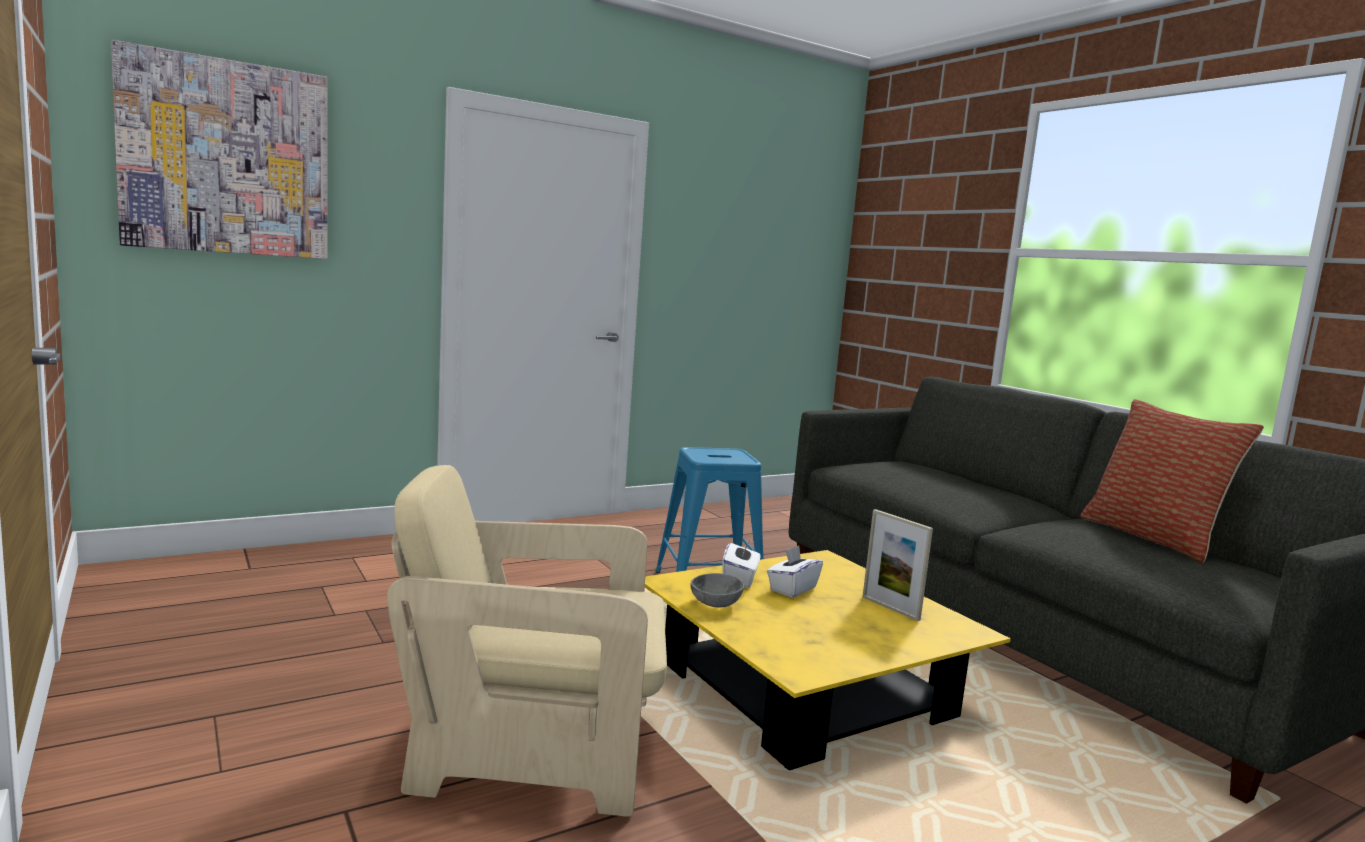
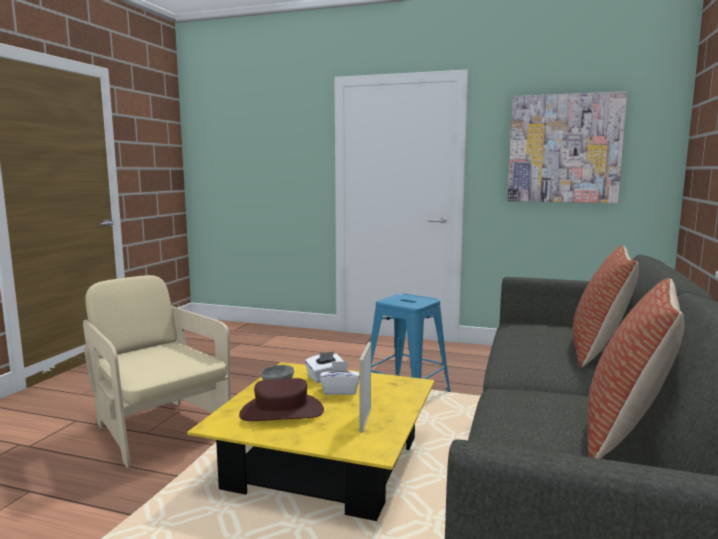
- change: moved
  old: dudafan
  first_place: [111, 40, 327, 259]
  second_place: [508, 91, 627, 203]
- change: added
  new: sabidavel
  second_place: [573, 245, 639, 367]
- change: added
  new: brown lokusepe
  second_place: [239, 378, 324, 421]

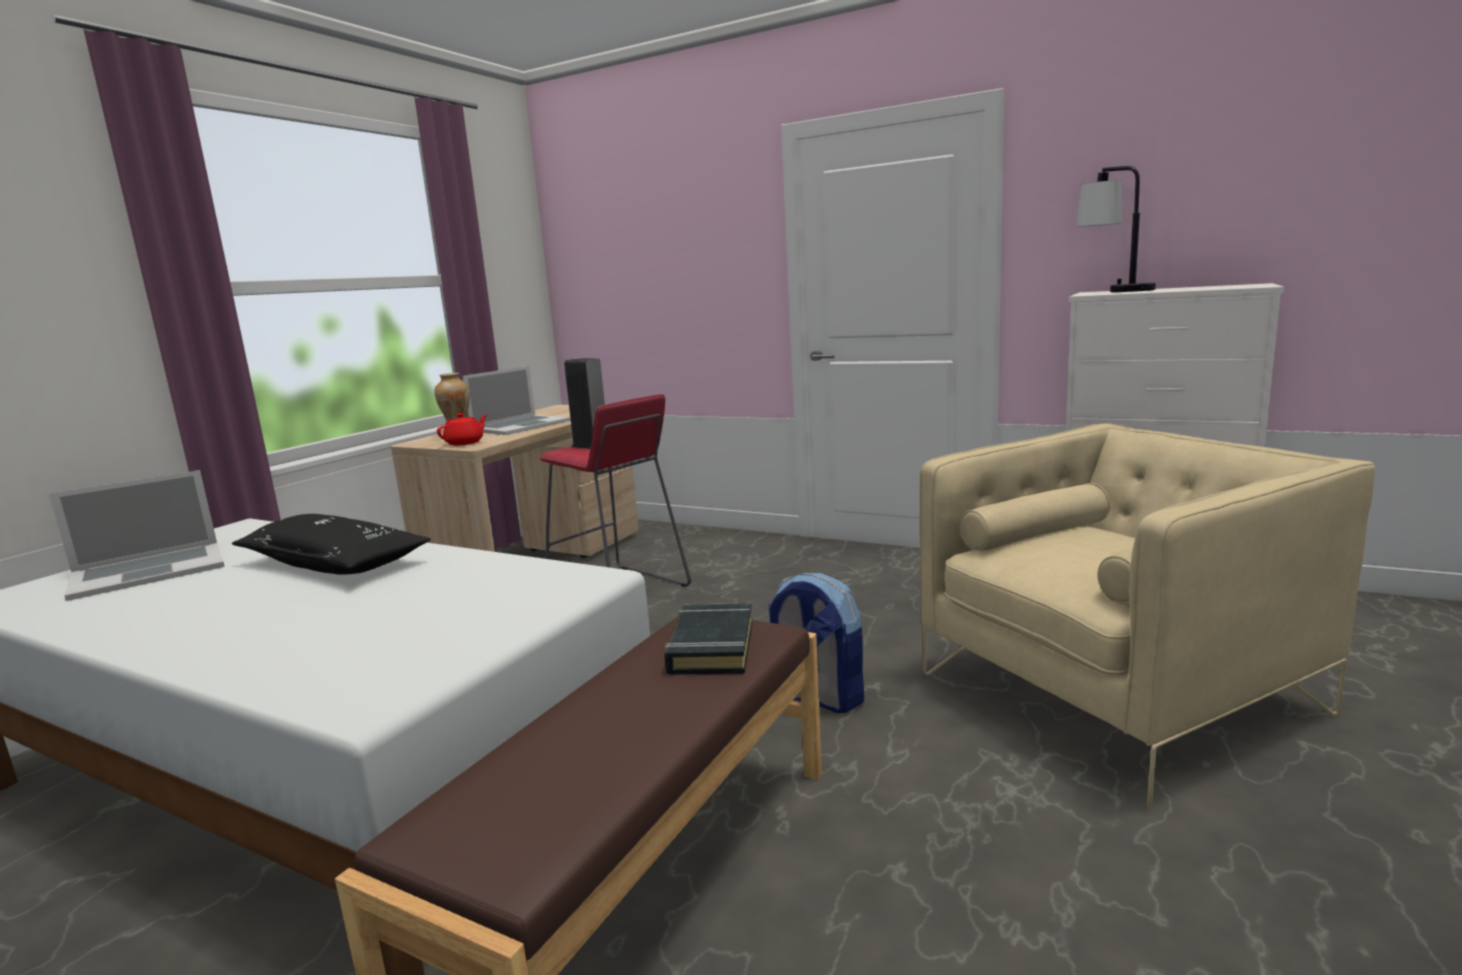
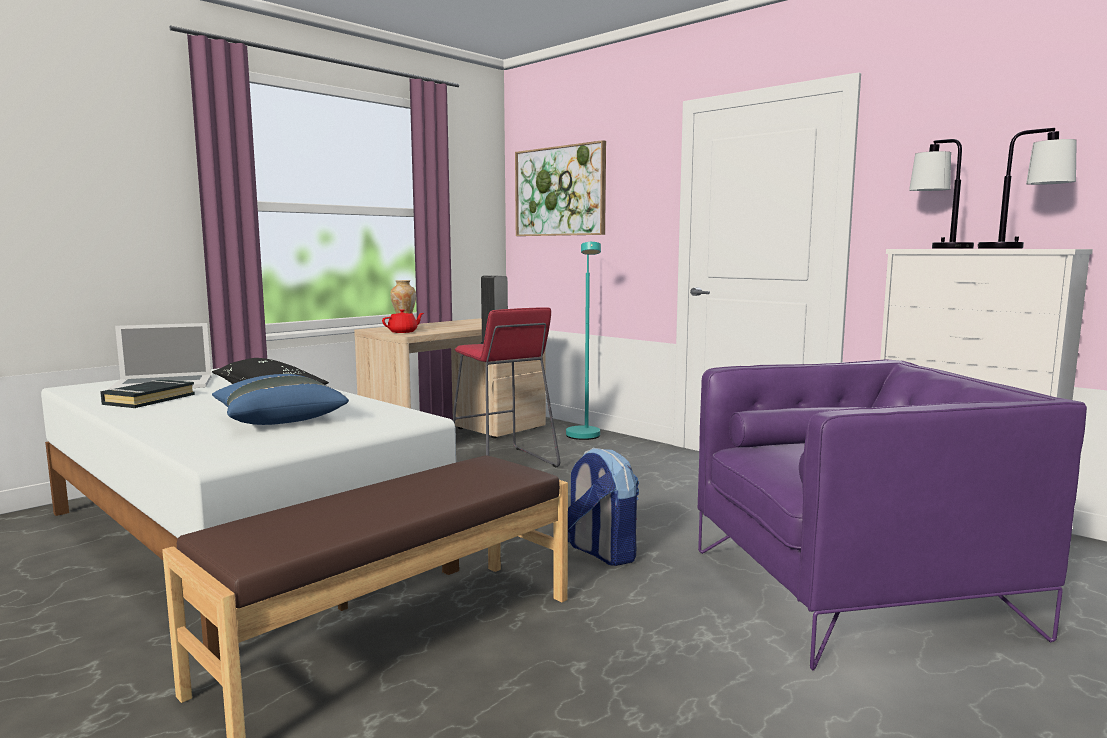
- change: removed
  old: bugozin
  first_place: [462, 366, 571, 435]
- change: recoloured
  old: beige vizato
  new: purple vizato
  first_place: [920, 423, 1375, 809]
  second_place: [698, 359, 1087, 671]
- change: moved
  old: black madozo
  first_place: [664, 603, 753, 675]
  second_place: [100, 379, 195, 408]
- change: added
  new: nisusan
  second_place: [978, 128, 1077, 249]
- change: added
  new: dudafan
  second_place: [515, 140, 606, 236]
- change: added
  new: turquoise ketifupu
  second_place: [566, 241, 601, 440]
- change: added
  new: blue sabidavel
  second_place: [212, 374, 349, 425]

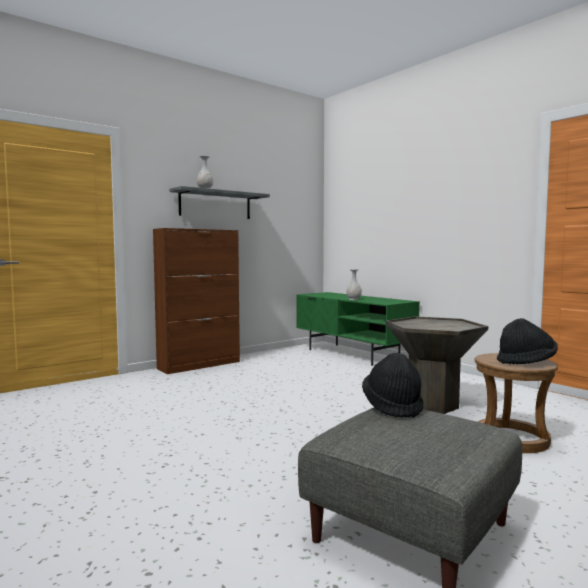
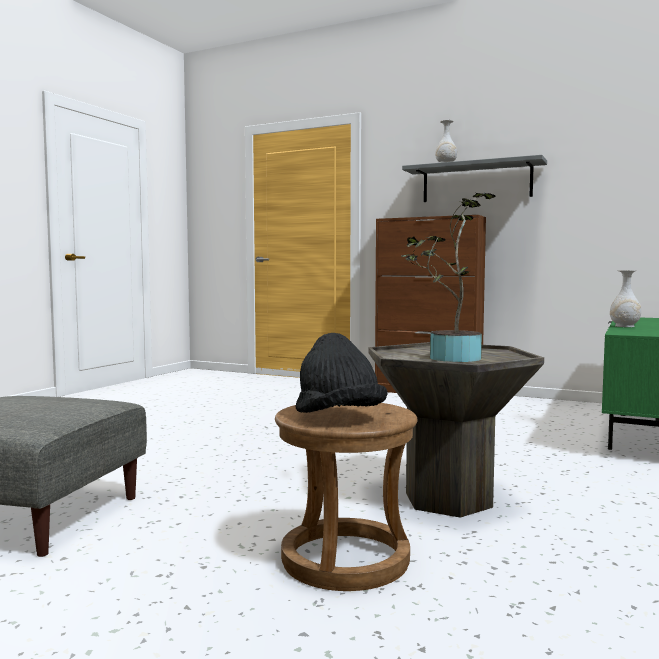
- change: removed
  old: black lokusepe
  first_place: [362, 353, 423, 418]
- change: added
  new: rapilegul
  second_place: [401, 193, 496, 362]

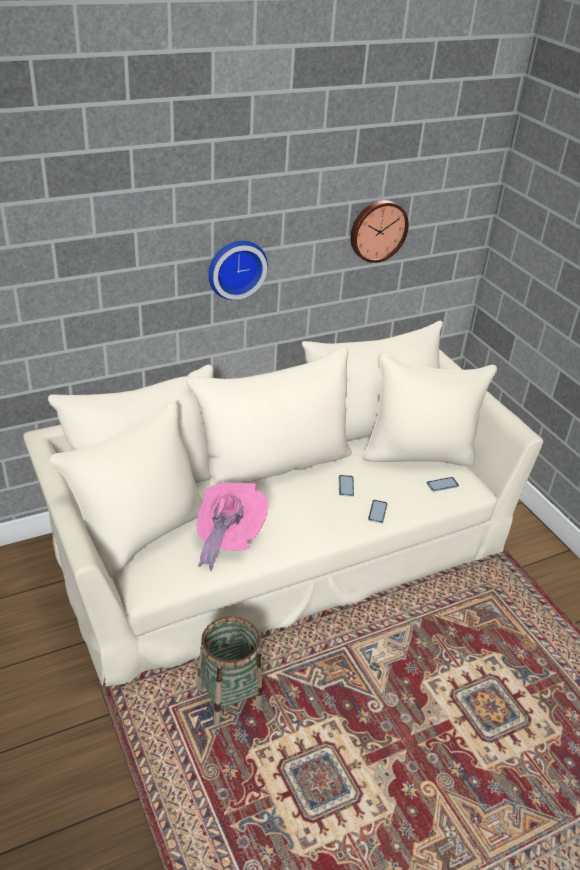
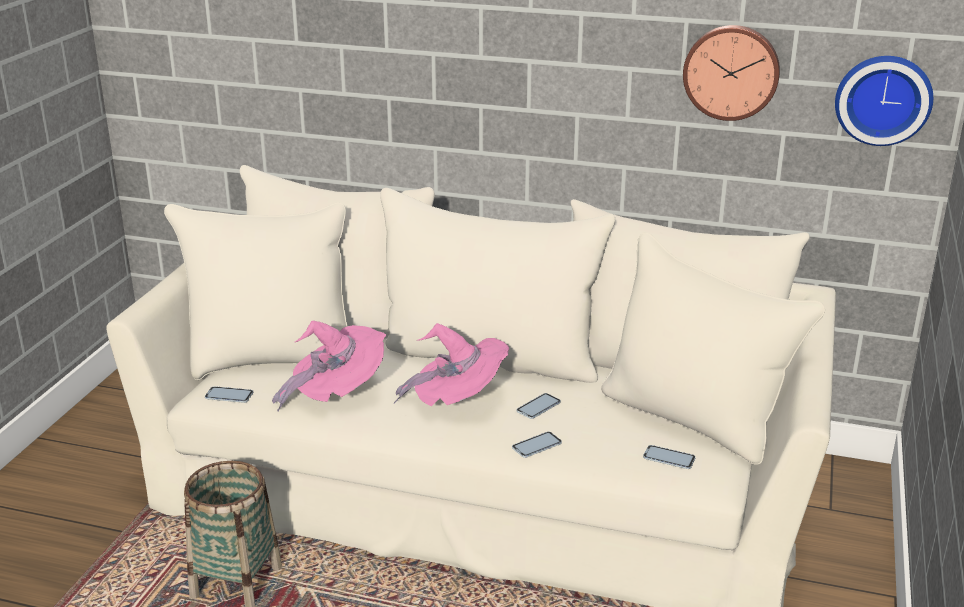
- change: moved
  old: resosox
  first_place: [208, 241, 268, 300]
  second_place: [835, 56, 933, 146]
- change: added
  new: pink lokusepe
  second_place: [394, 323, 509, 406]
- change: added
  new: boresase
  second_place: [205, 386, 253, 403]

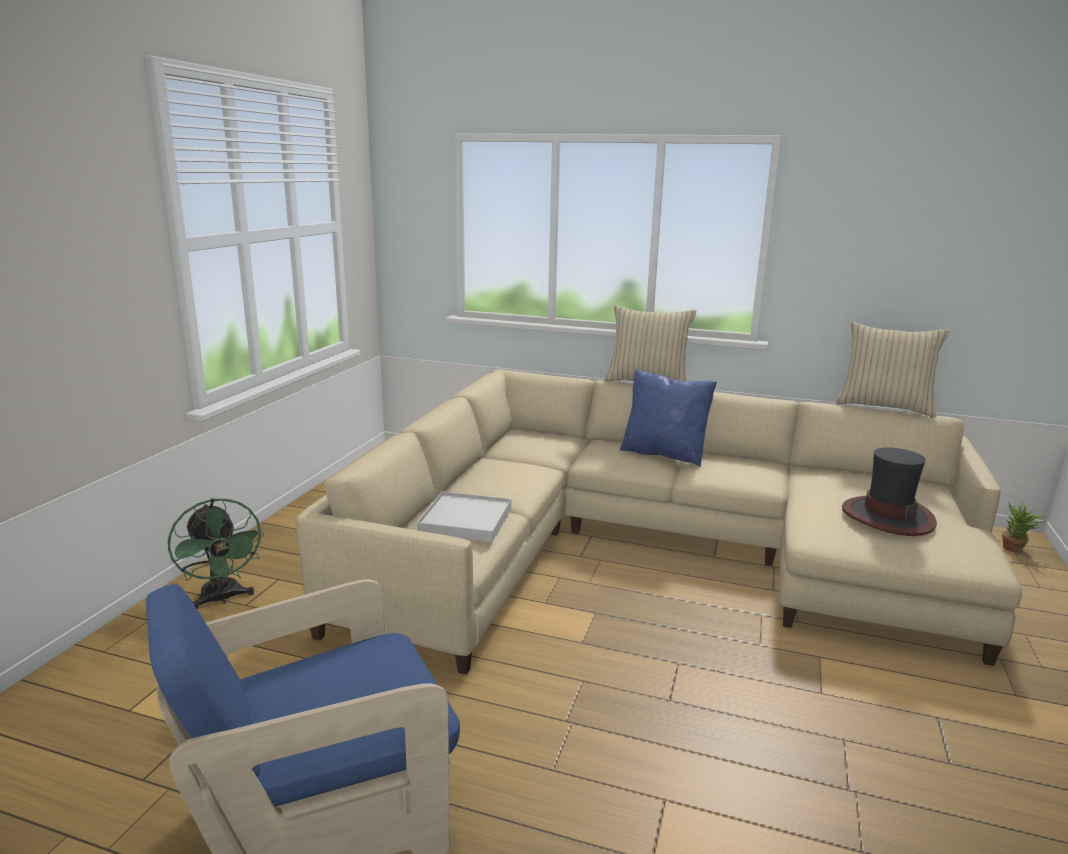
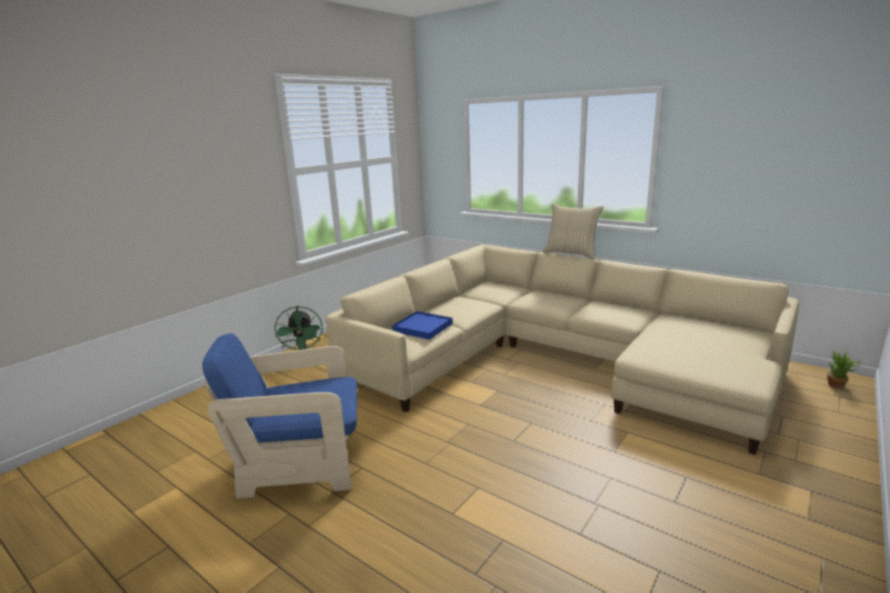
- change: removed
  old: beige sabidavel
  first_place: [836, 322, 950, 418]
- change: removed
  old: blue sabidavel
  first_place: [620, 369, 717, 467]
- change: removed
  old: lokusepe
  first_place: [842, 447, 937, 536]
- change: recoloured
  old: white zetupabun
  new: blue zetupabun
  first_place: [417, 491, 511, 542]
  second_place: [392, 311, 453, 340]

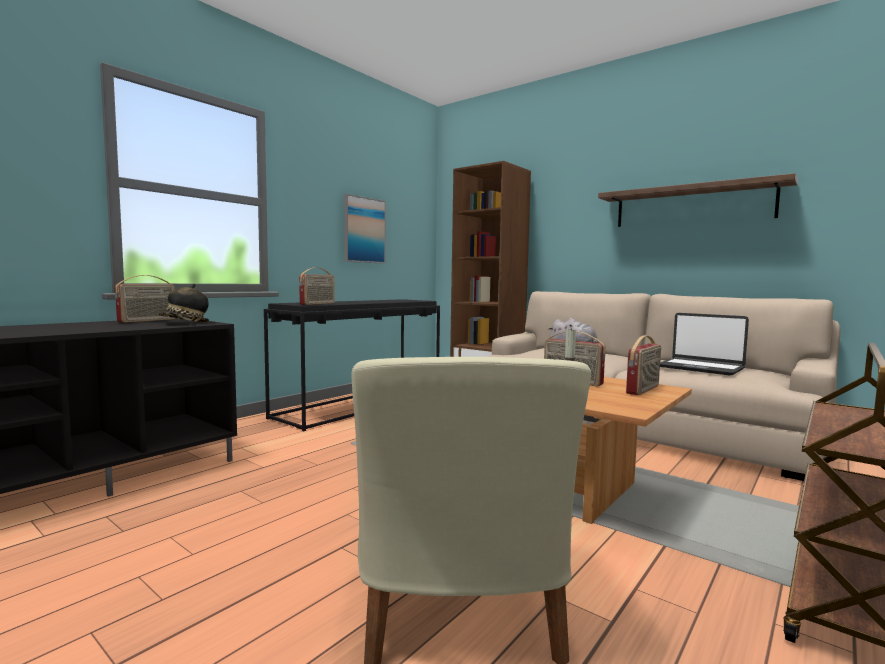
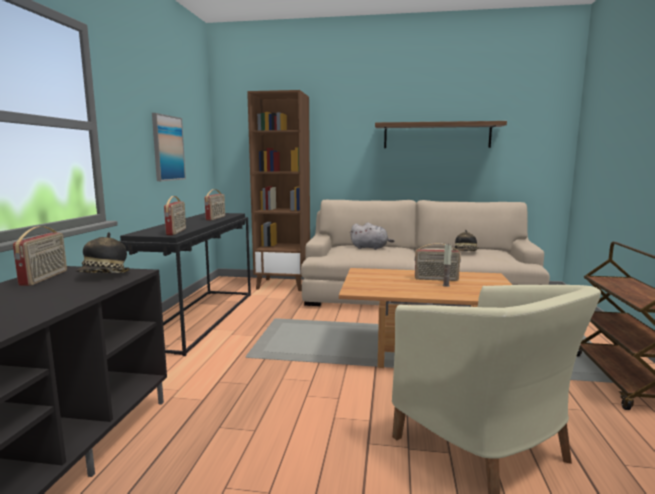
- change: replaced
  old: bugozin
  new: lokusepe
  first_place: [660, 313, 749, 376]
  second_place: [453, 230, 479, 251]
- change: moved
  old: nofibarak
  first_place: [626, 335, 661, 395]
  second_place: [205, 189, 225, 220]

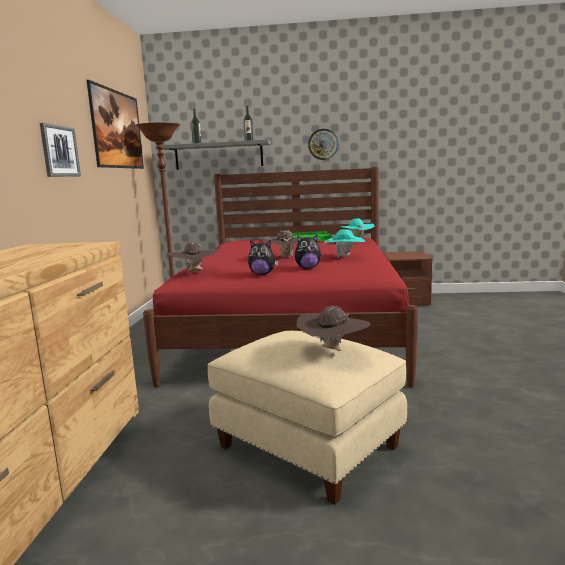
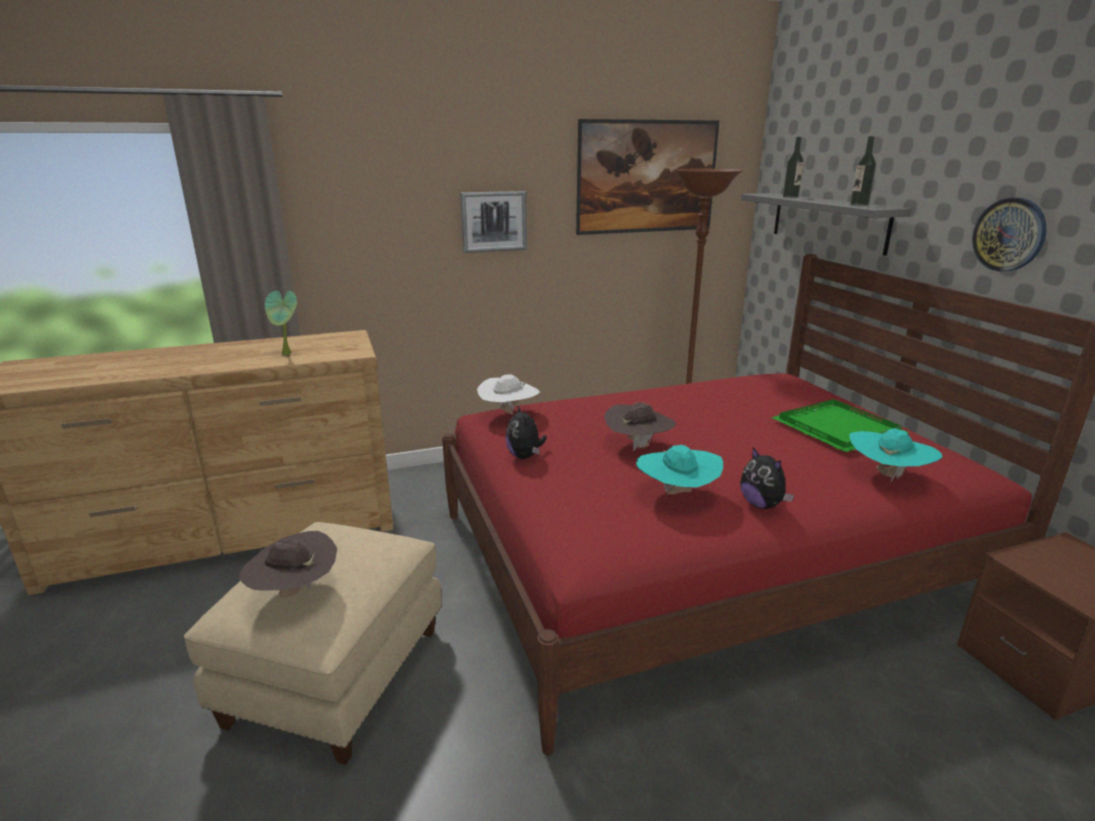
- change: moved
  old: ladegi
  first_place: [295, 235, 322, 269]
  second_place: [740, 448, 794, 509]
- change: recoloured
  old: brown lokusepe
  new: white lokusepe
  first_place: [167, 242, 220, 272]
  second_place: [477, 374, 540, 415]
- change: added
  new: rapilegul
  second_place: [265, 290, 297, 356]

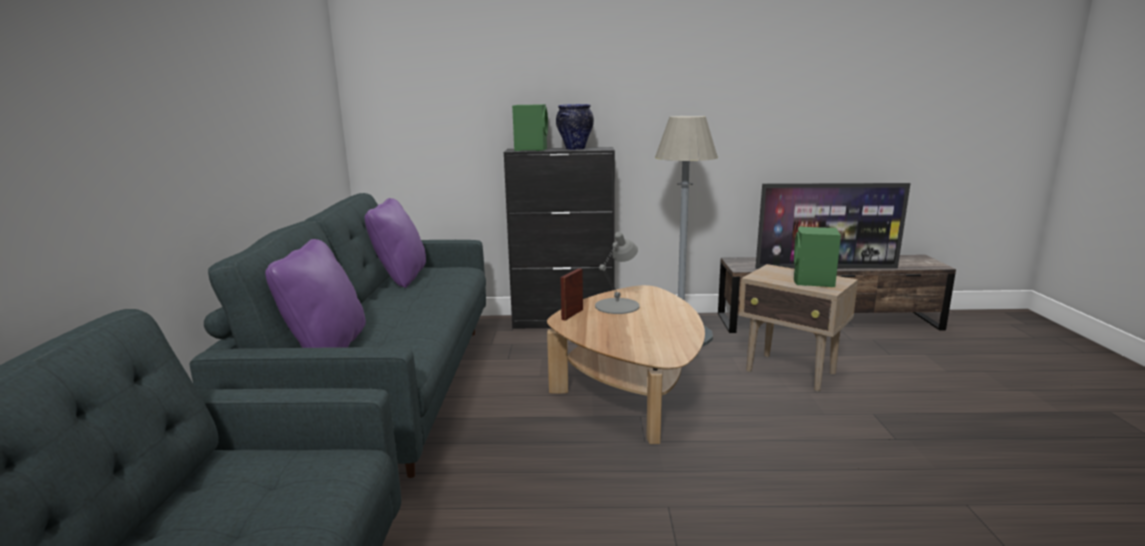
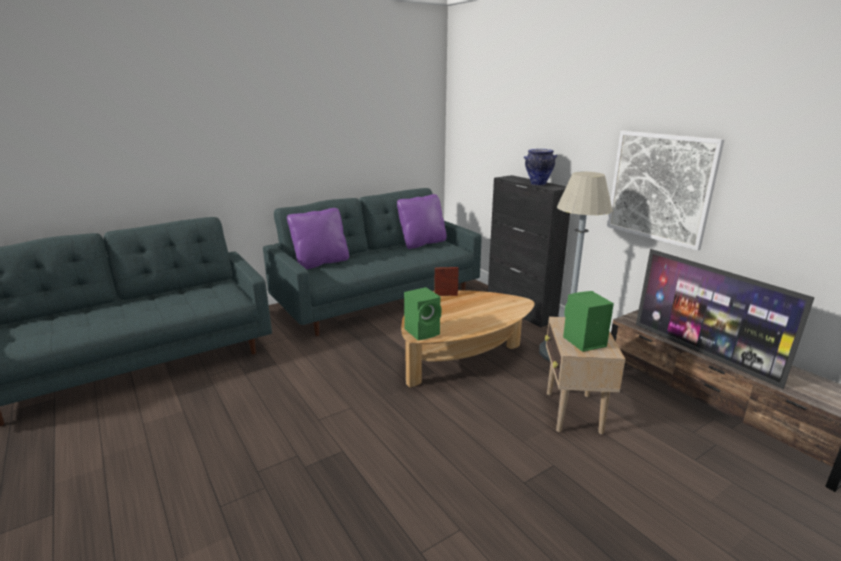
- change: moved
  old: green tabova
  first_place: [512, 104, 548, 151]
  second_place: [404, 287, 441, 340]
- change: removed
  old: grey nisusan
  first_place: [595, 232, 640, 314]
- change: added
  new: dudafan
  second_place: [607, 131, 724, 251]

